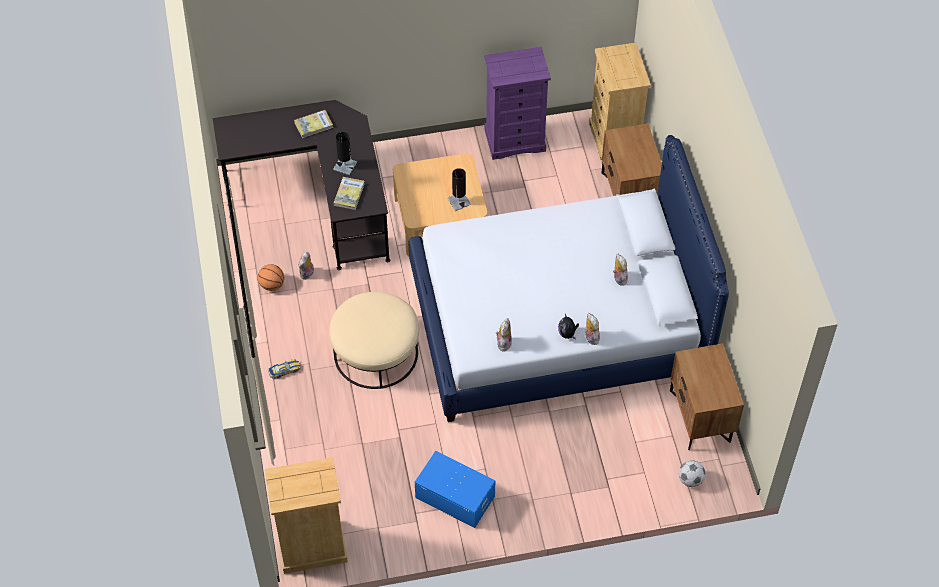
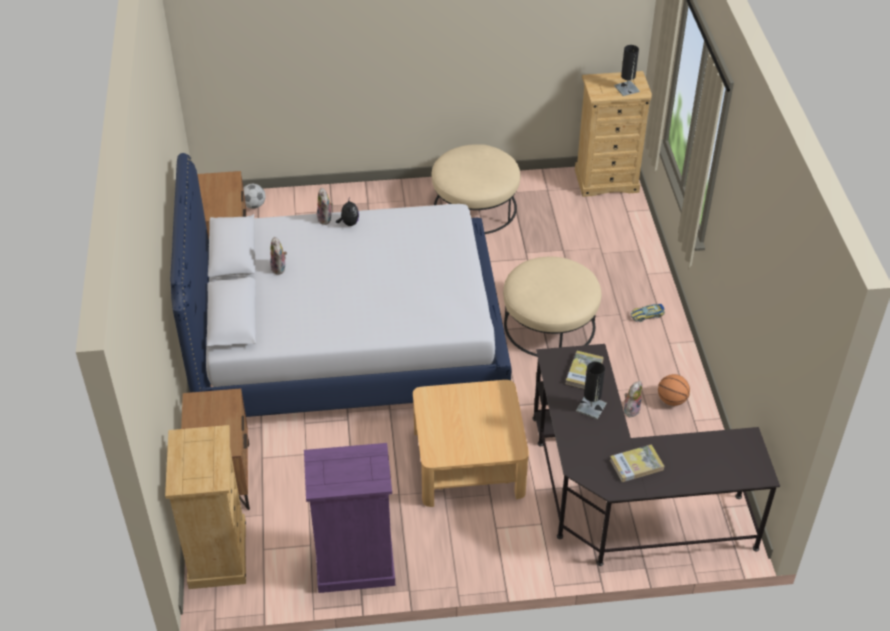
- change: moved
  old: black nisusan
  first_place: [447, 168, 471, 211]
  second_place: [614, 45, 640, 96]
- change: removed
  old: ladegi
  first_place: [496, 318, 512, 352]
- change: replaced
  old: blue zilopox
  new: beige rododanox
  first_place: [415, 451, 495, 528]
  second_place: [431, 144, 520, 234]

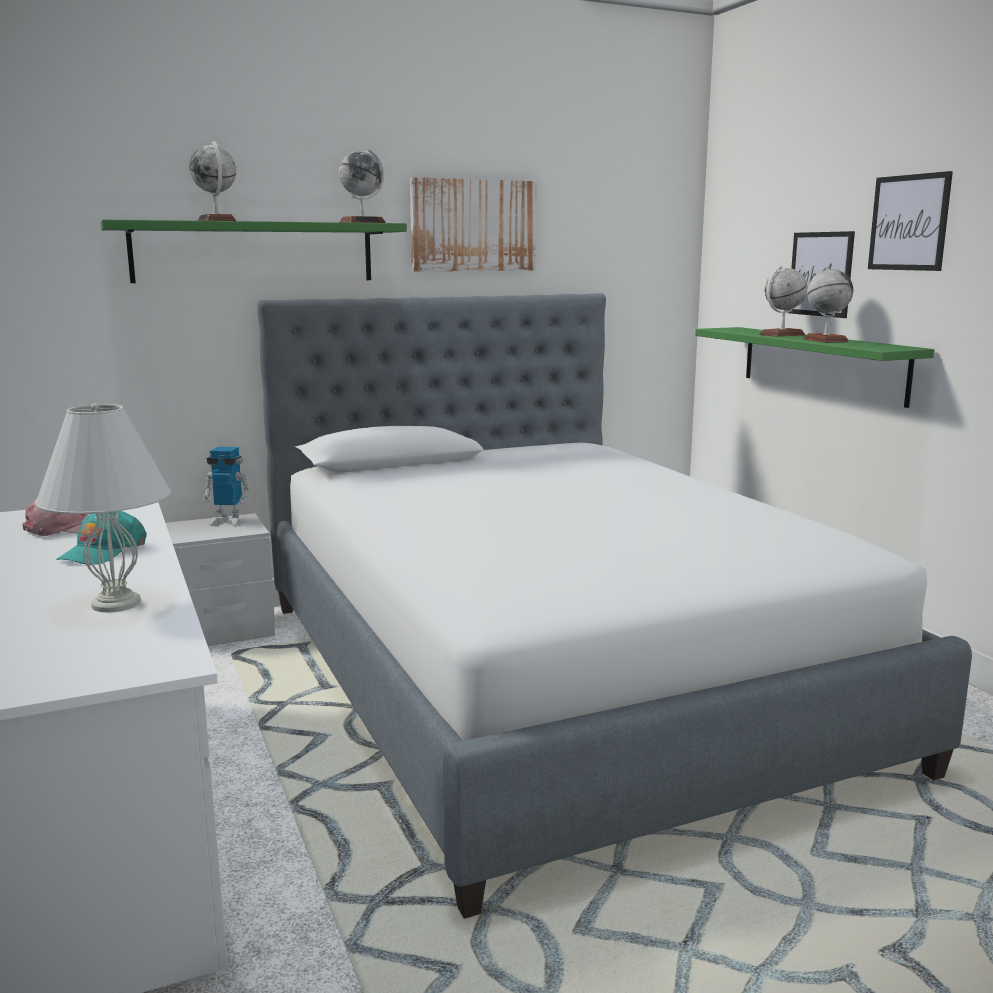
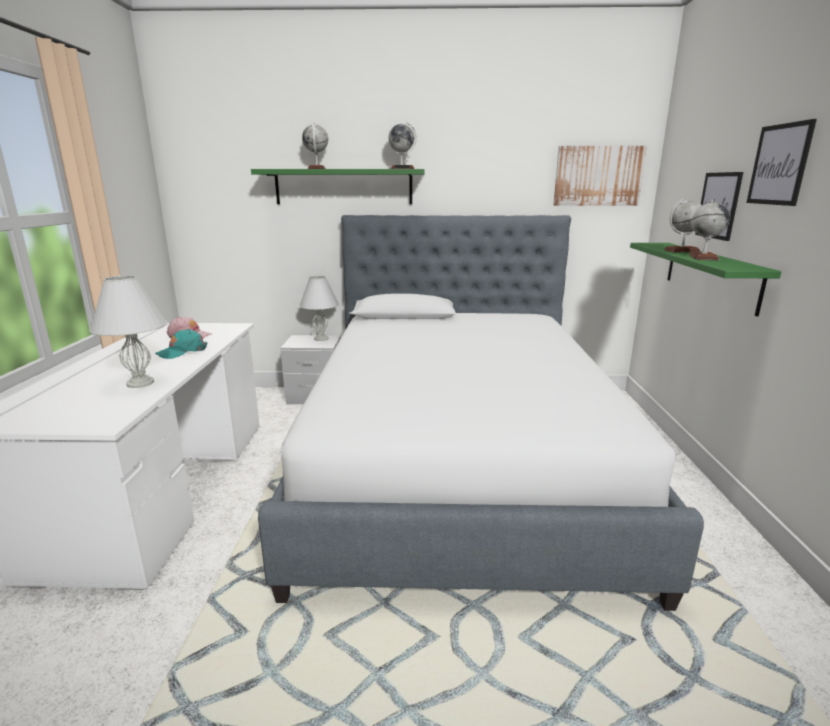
- change: moved
  old: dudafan
  first_place: [410, 177, 536, 271]
  second_place: [553, 146, 647, 206]
- change: replaced
  old: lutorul
  new: white nisusan
  first_place: [202, 447, 250, 527]
  second_place: [299, 276, 339, 341]

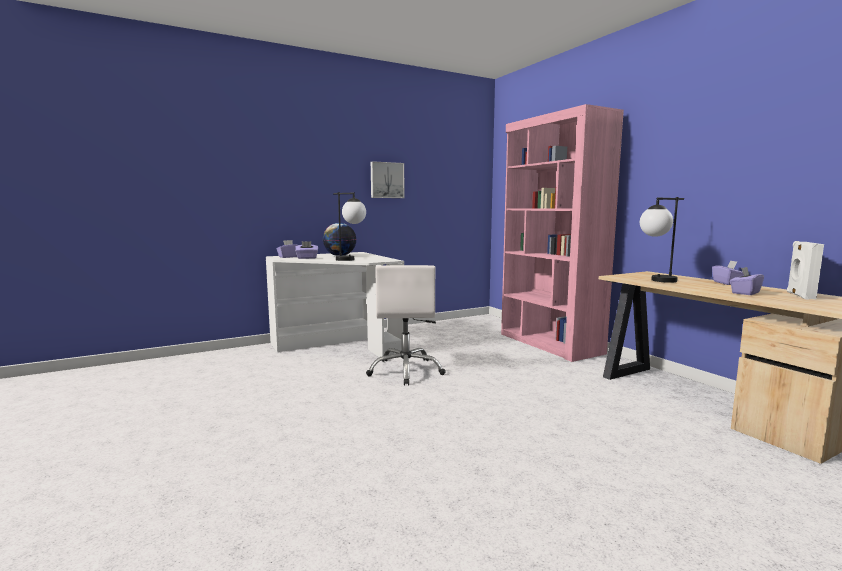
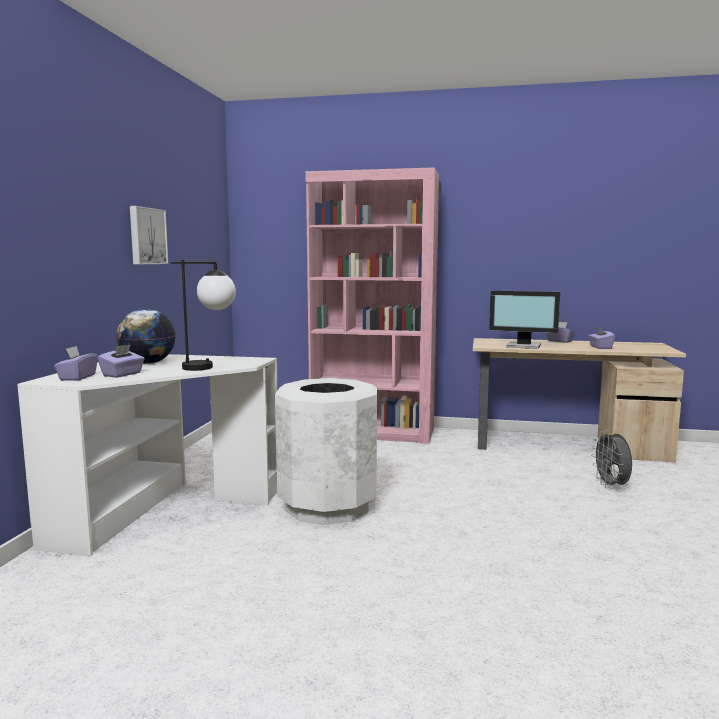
- change: replaced
  old: nisusan
  new: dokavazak
  first_place: [640, 197, 684, 283]
  second_place: [489, 290, 560, 349]
- change: removed
  old: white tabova
  first_place: [787, 241, 824, 300]
- change: replaced
  old: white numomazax
  new: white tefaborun
  first_place: [366, 265, 446, 385]
  second_place: [275, 378, 377, 525]
- change: added
  new: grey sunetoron
  second_place: [592, 431, 632, 489]

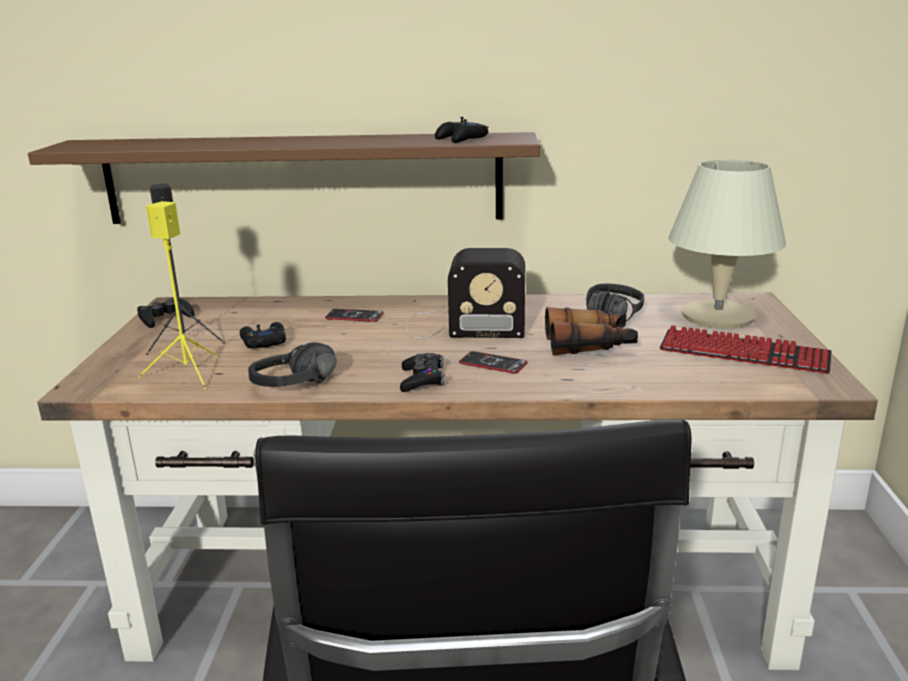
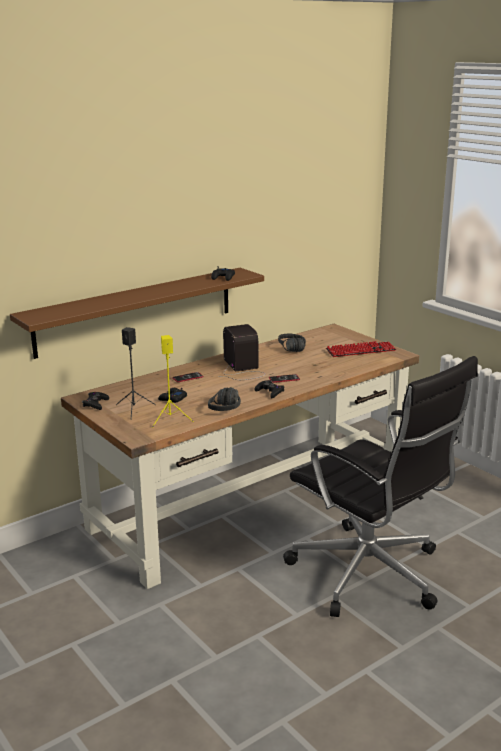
- change: removed
  old: beige nisusan
  first_place: [668, 159, 786, 329]
- change: turned
  old: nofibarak
  first_place: [406, 248, 525, 338]
  second_place: [219, 324, 264, 380]
  degrees: -75
- change: removed
  old: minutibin
  first_place: [545, 307, 638, 356]

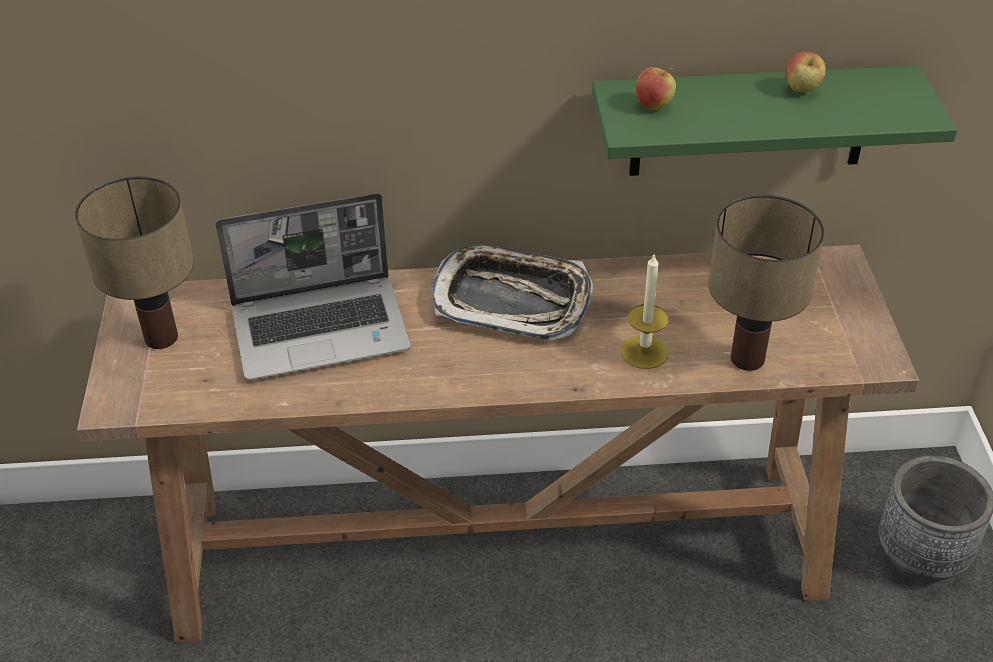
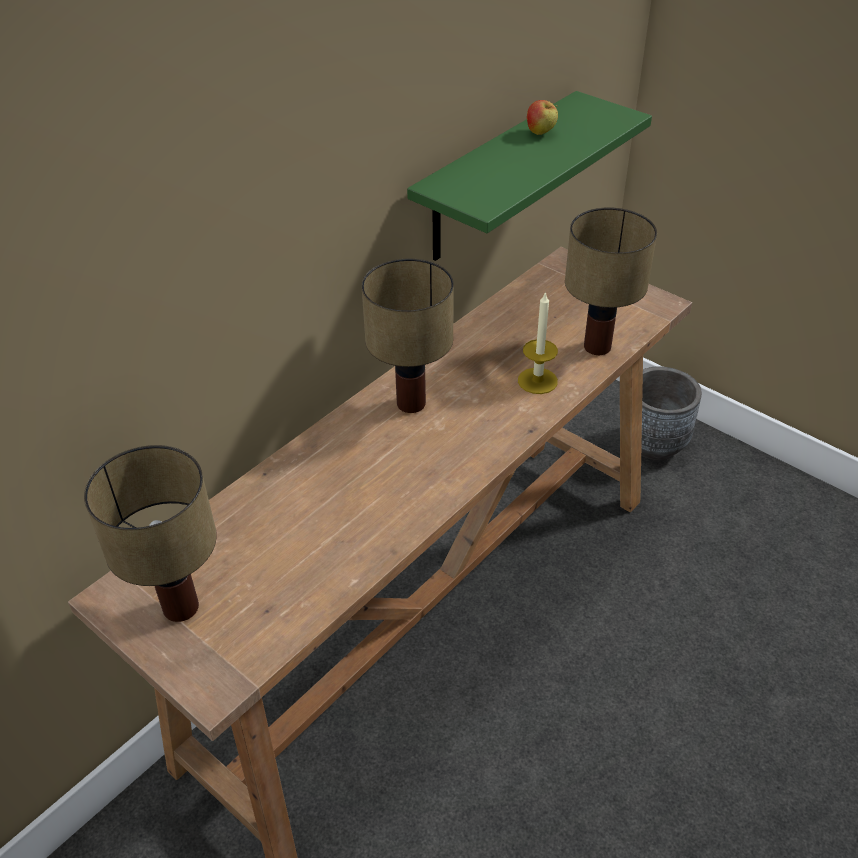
- change: removed
  old: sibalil
  first_place: [636, 67, 676, 110]
- change: removed
  old: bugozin
  first_place: [215, 193, 411, 380]
- change: replaced
  old: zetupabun
  new: nisusan
  first_place: [432, 245, 593, 340]
  second_place: [361, 258, 454, 413]

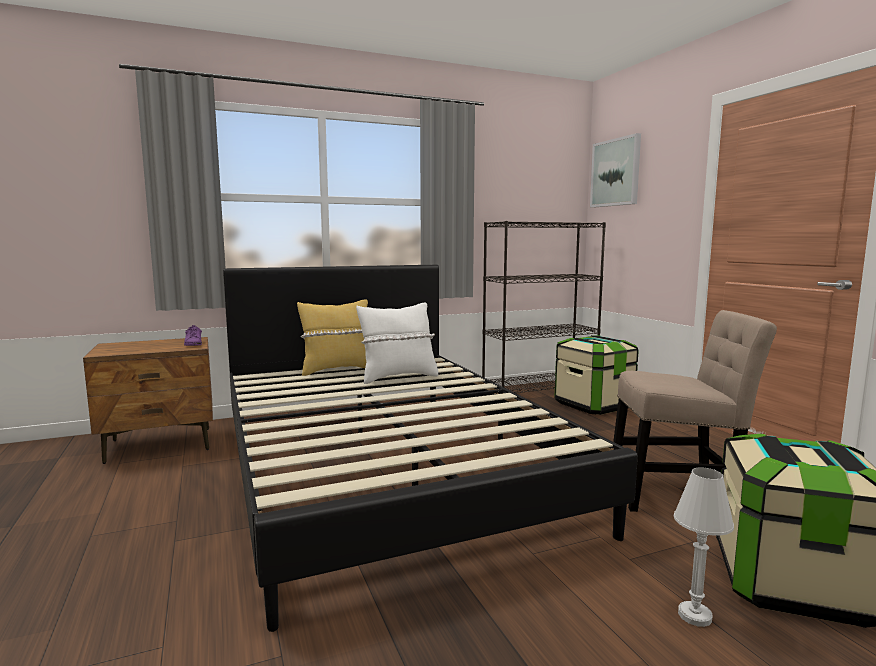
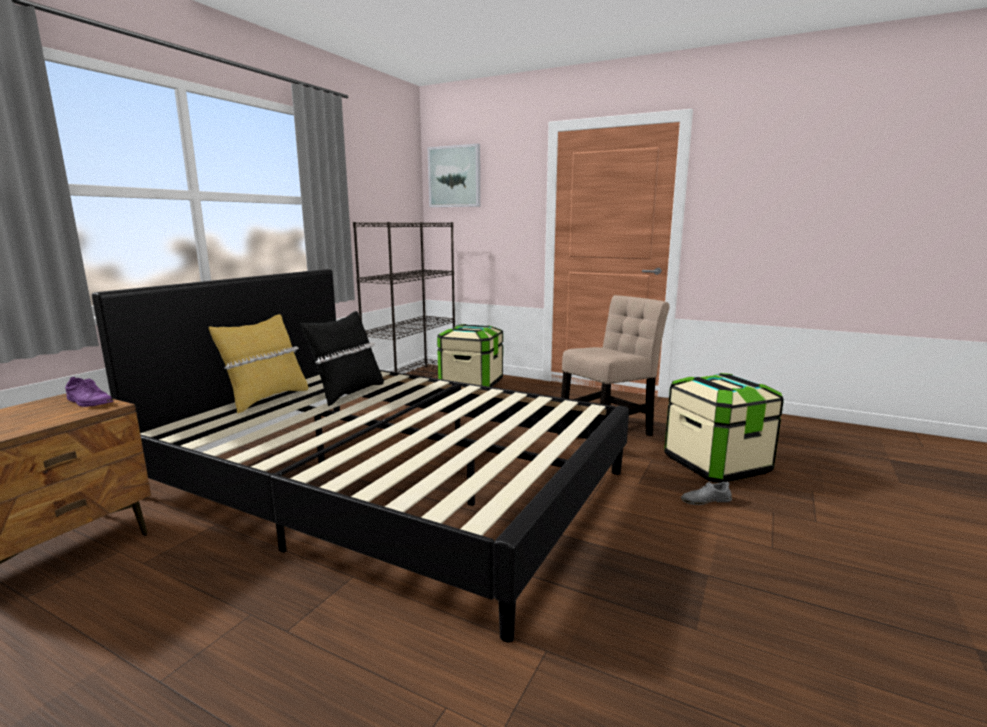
- change: recoloured
  old: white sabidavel
  new: black sabidavel
  first_place: [356, 302, 438, 384]
  second_place: [301, 311, 384, 406]
- change: replaced
  old: white nisusan
  new: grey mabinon
  first_place: [674, 467, 734, 627]
  second_place: [681, 481, 732, 505]

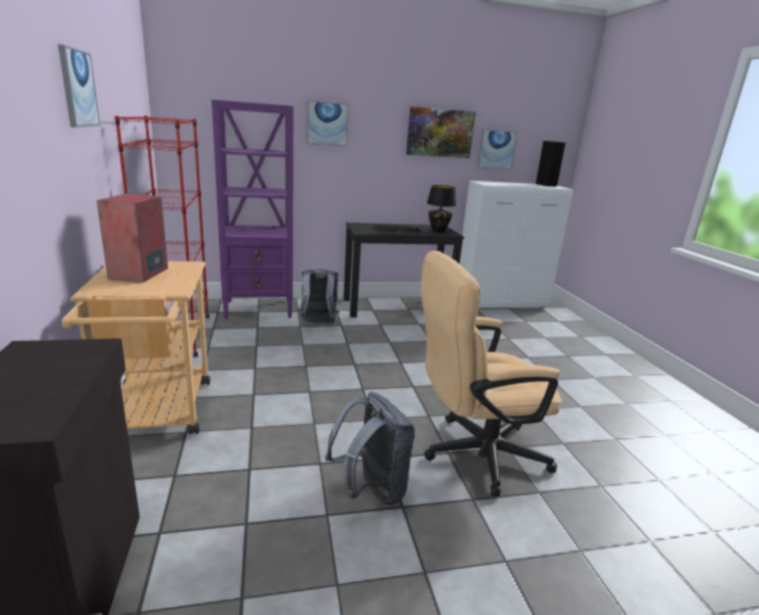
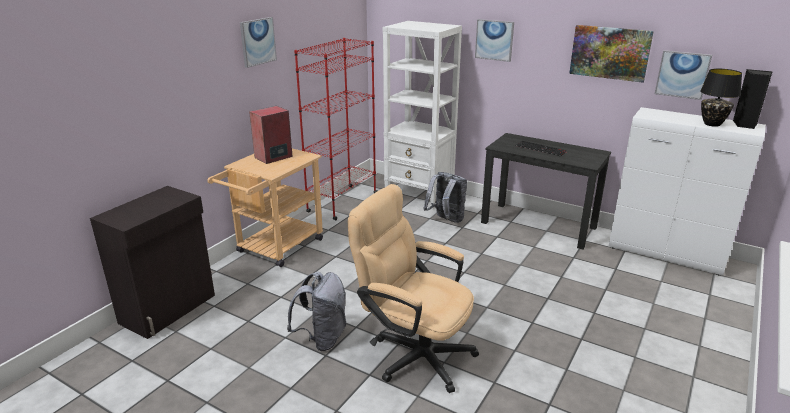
- change: recoloured
  old: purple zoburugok
  new: white zoburugok
  first_place: [212, 100, 294, 319]
  second_place: [383, 21, 462, 209]
- change: moved
  old: black nisusan
  first_place: [427, 185, 456, 232]
  second_place: [700, 69, 742, 127]

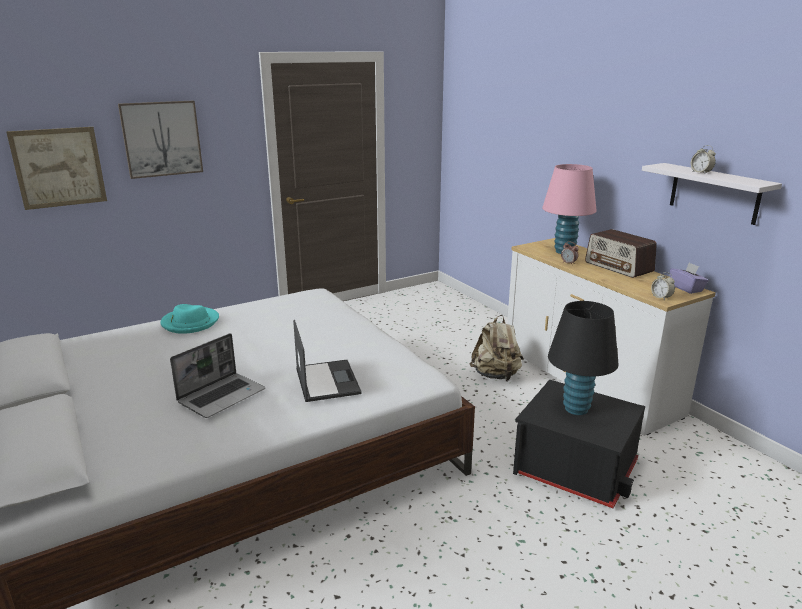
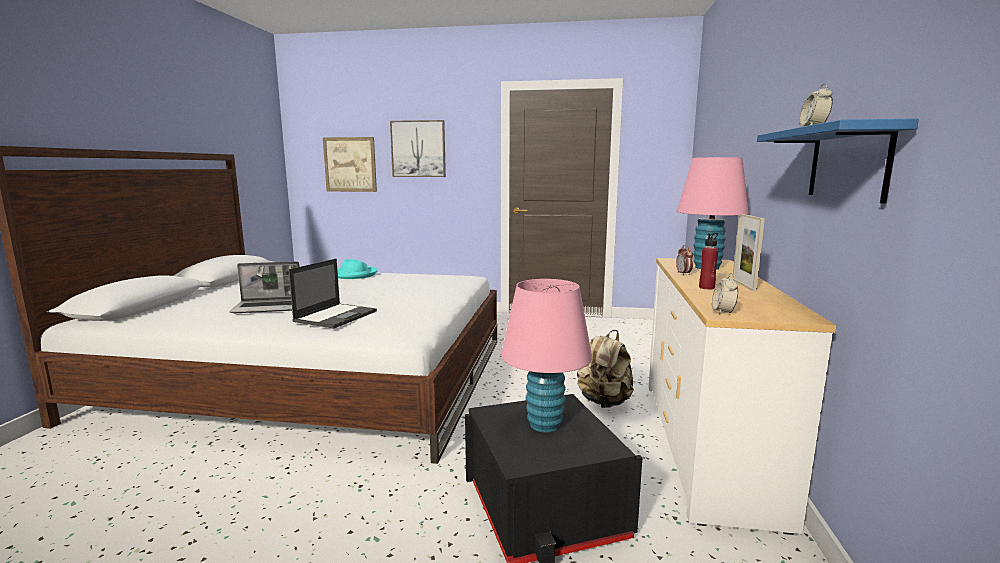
- change: recoloured
  old: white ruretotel
  new: blue ruretotel
  first_place: [642, 163, 782, 225]
  second_place: [757, 118, 919, 204]
- change: replaced
  old: nofibarak
  new: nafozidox
  first_place: [585, 229, 657, 278]
  second_place: [732, 214, 765, 291]
- change: removed
  old: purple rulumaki
  first_place: [670, 262, 709, 294]
- change: recoloured
  old: black nisusan
  new: pink nisusan
  first_place: [548, 301, 619, 415]
  second_place: [501, 279, 592, 433]
- change: added
  new: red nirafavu
  second_place: [699, 233, 718, 290]

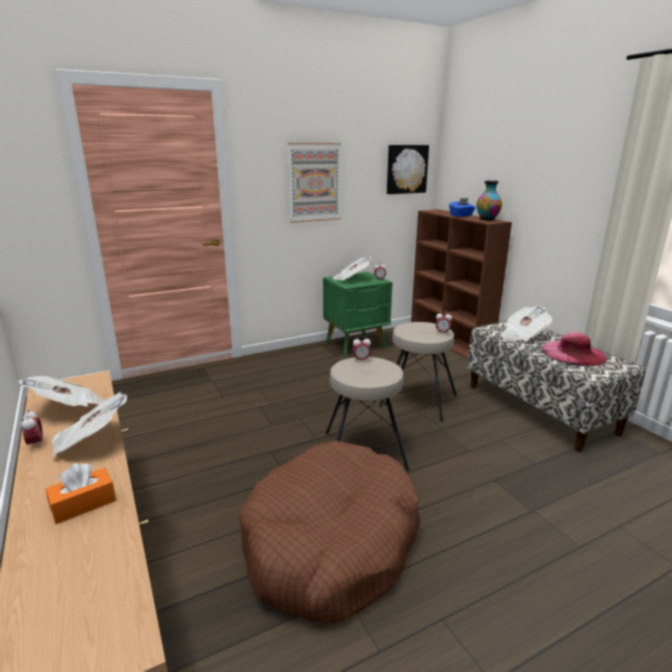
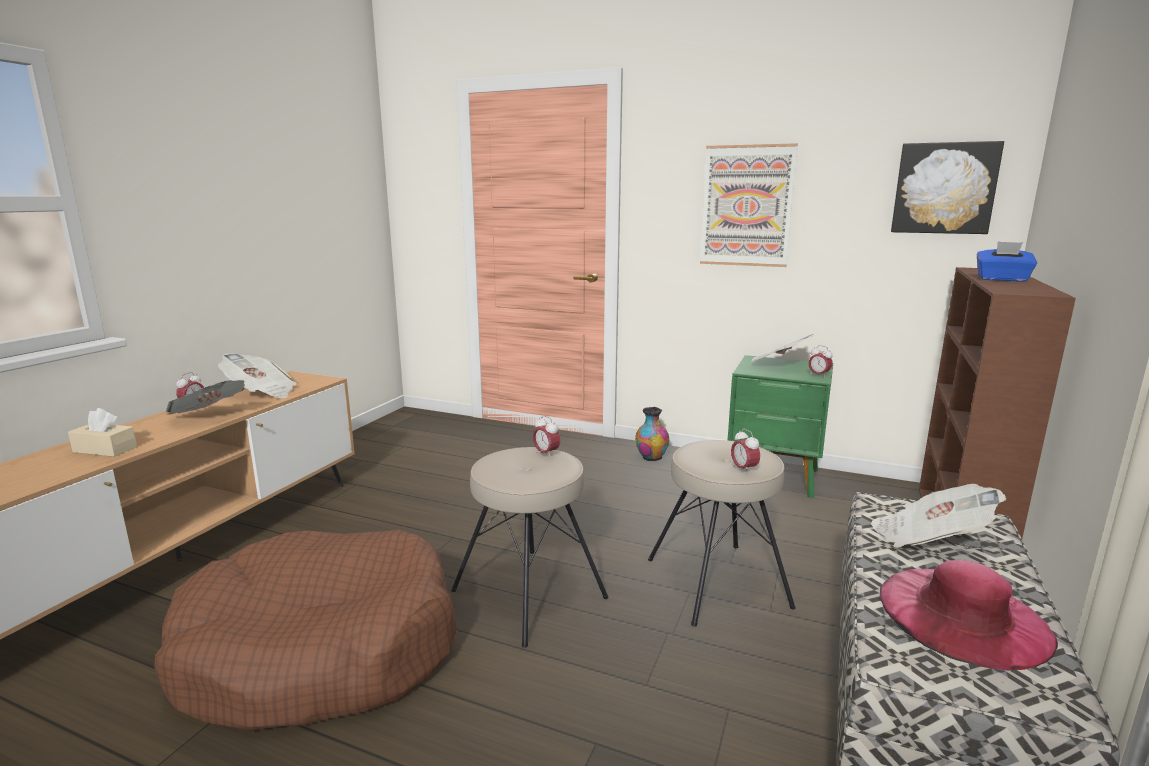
- change: moved
  old: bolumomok
  first_place: [477, 180, 502, 221]
  second_place: [635, 407, 669, 461]
- change: recoloured
  old: orange rulumaki
  new: beige rulumaki
  first_place: [46, 463, 116, 524]
  second_place: [68, 408, 137, 457]

